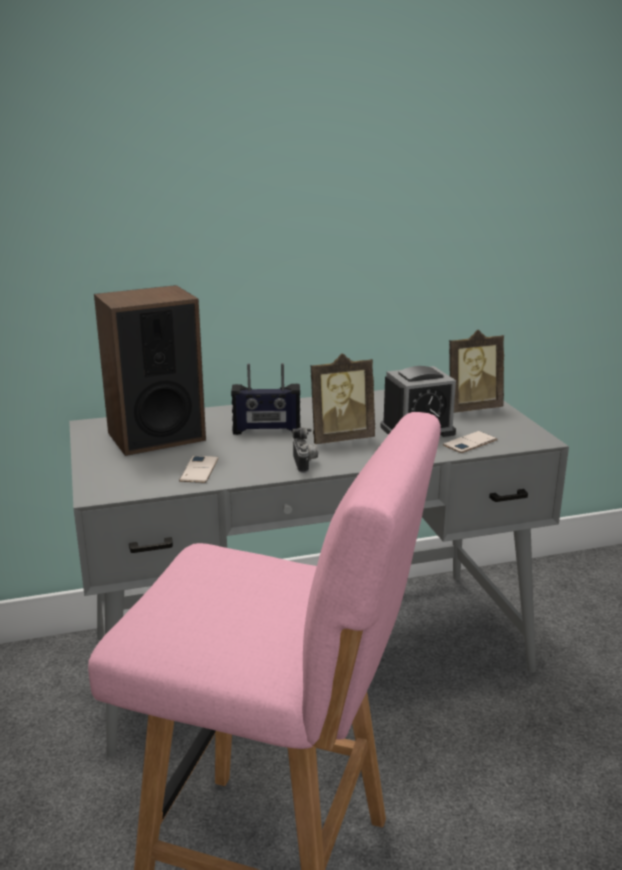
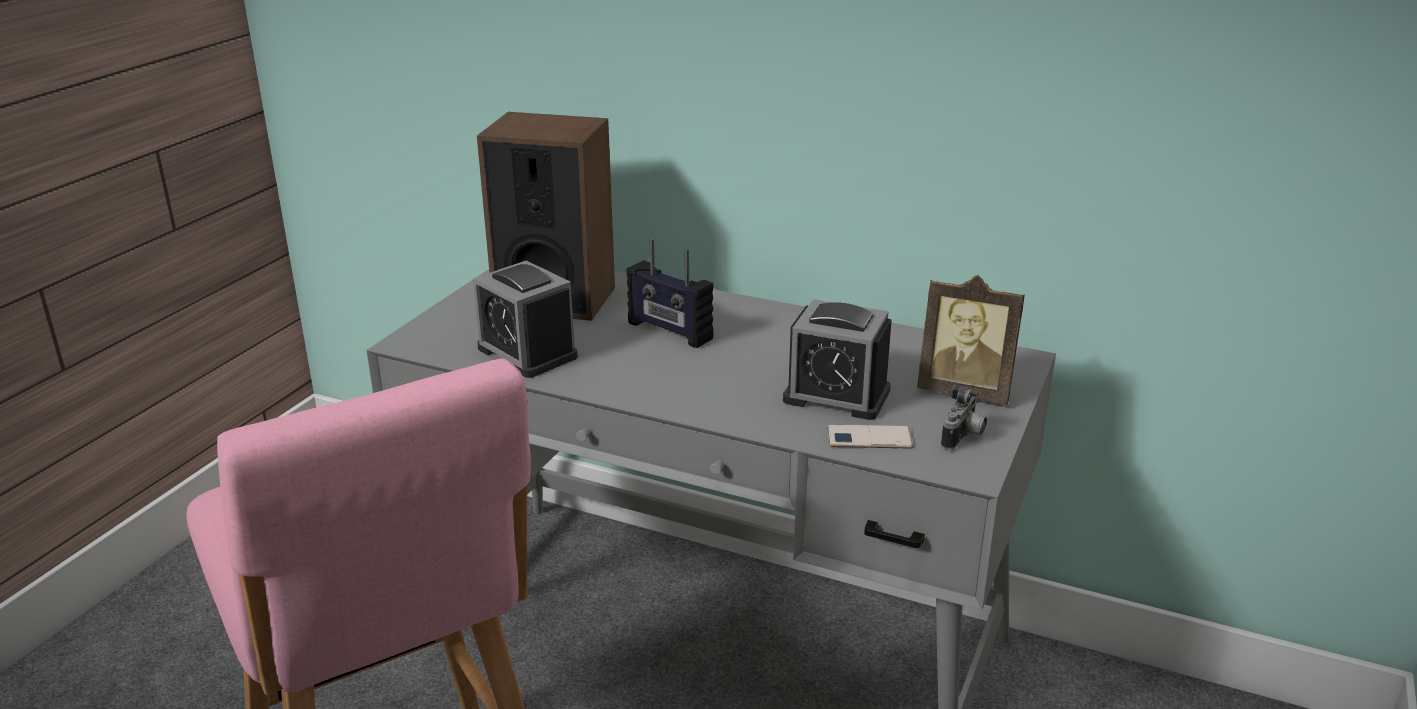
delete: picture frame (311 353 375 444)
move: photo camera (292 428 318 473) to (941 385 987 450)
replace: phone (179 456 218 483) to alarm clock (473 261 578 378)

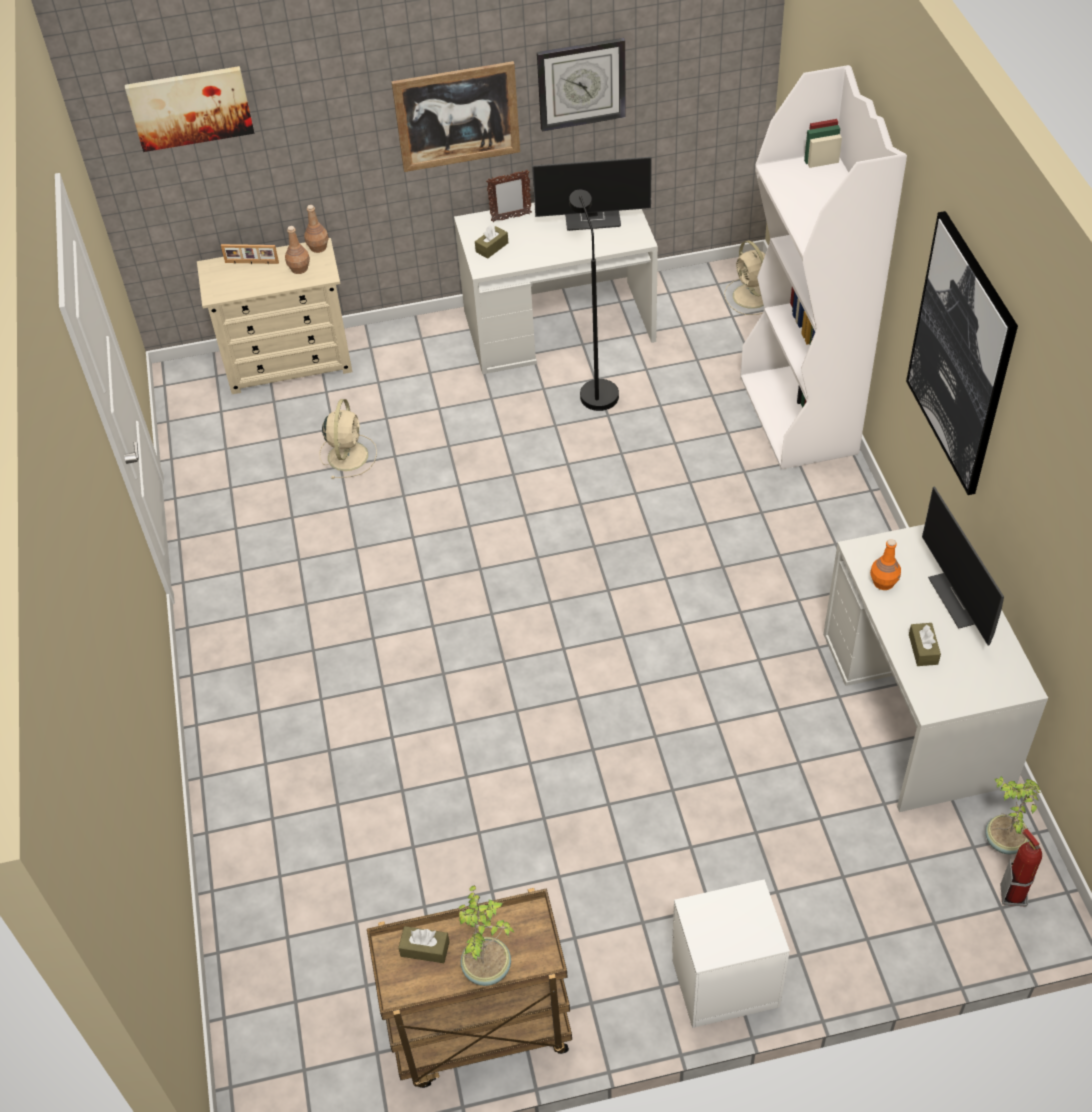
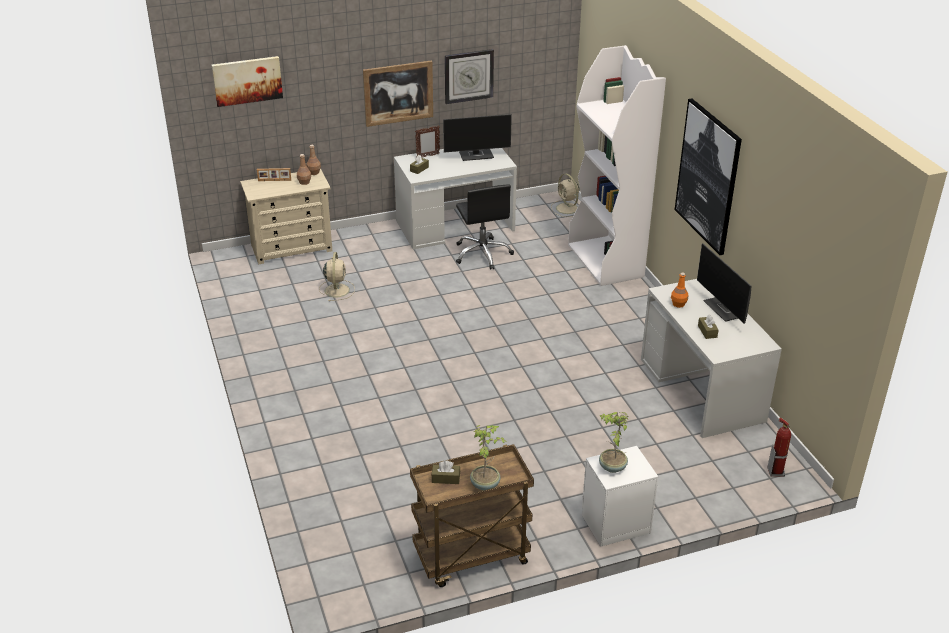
move: potted plant (985 776 1041 855) to (599 412 628 473)
replace: floor lamp (black) (569 190 619 411) to office chair (black) (456 184 514 270)

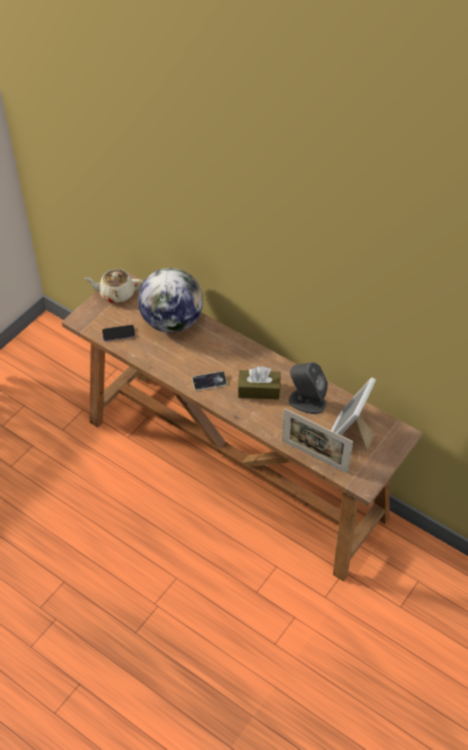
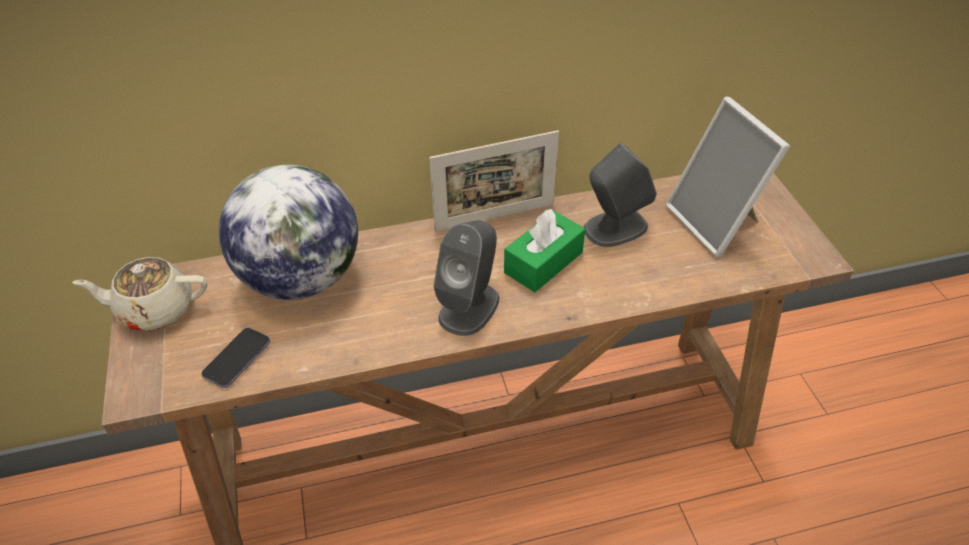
move: picture frame (282 408 353 474) to (429 130 559 231)
replace: phone (192 371 227 391) to speaker (grey) (434 220 499 336)
recolor: tissue box (brown) (238 366 281 400) to tissue box (green) (504 209 585 292)
rotate: teapot (beige) (84 269 143 303) = (72 257 207 331) 45 degrees clockwise

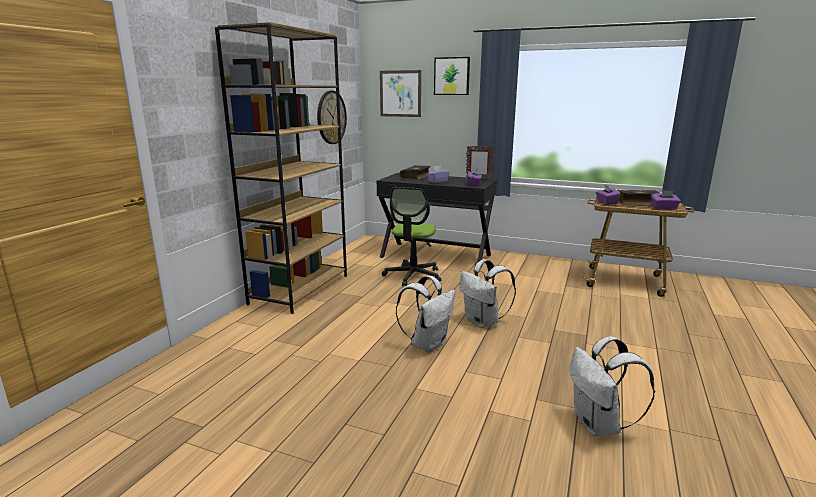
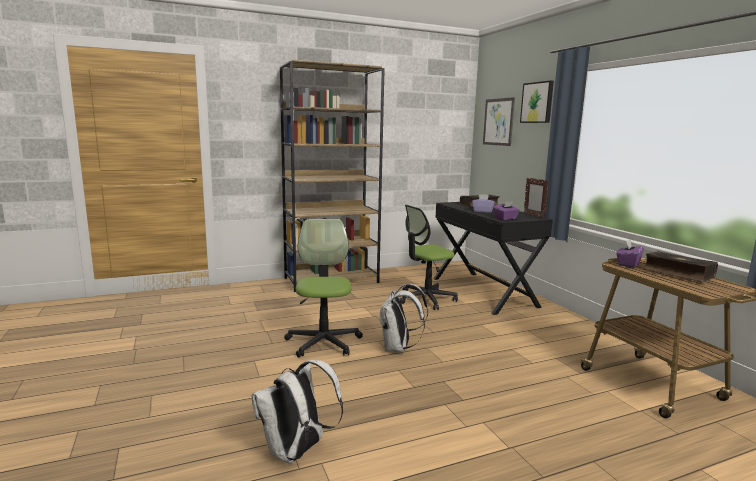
delete: wall clock (317 91 347 144); tissue box (purple) (651 191 681 210)
replace: backpack (white) (396 276 455 352) to office chair (284 219 363 358)

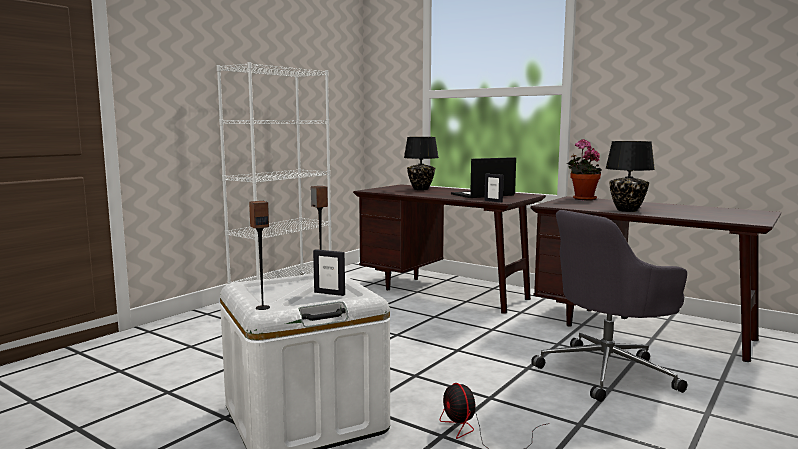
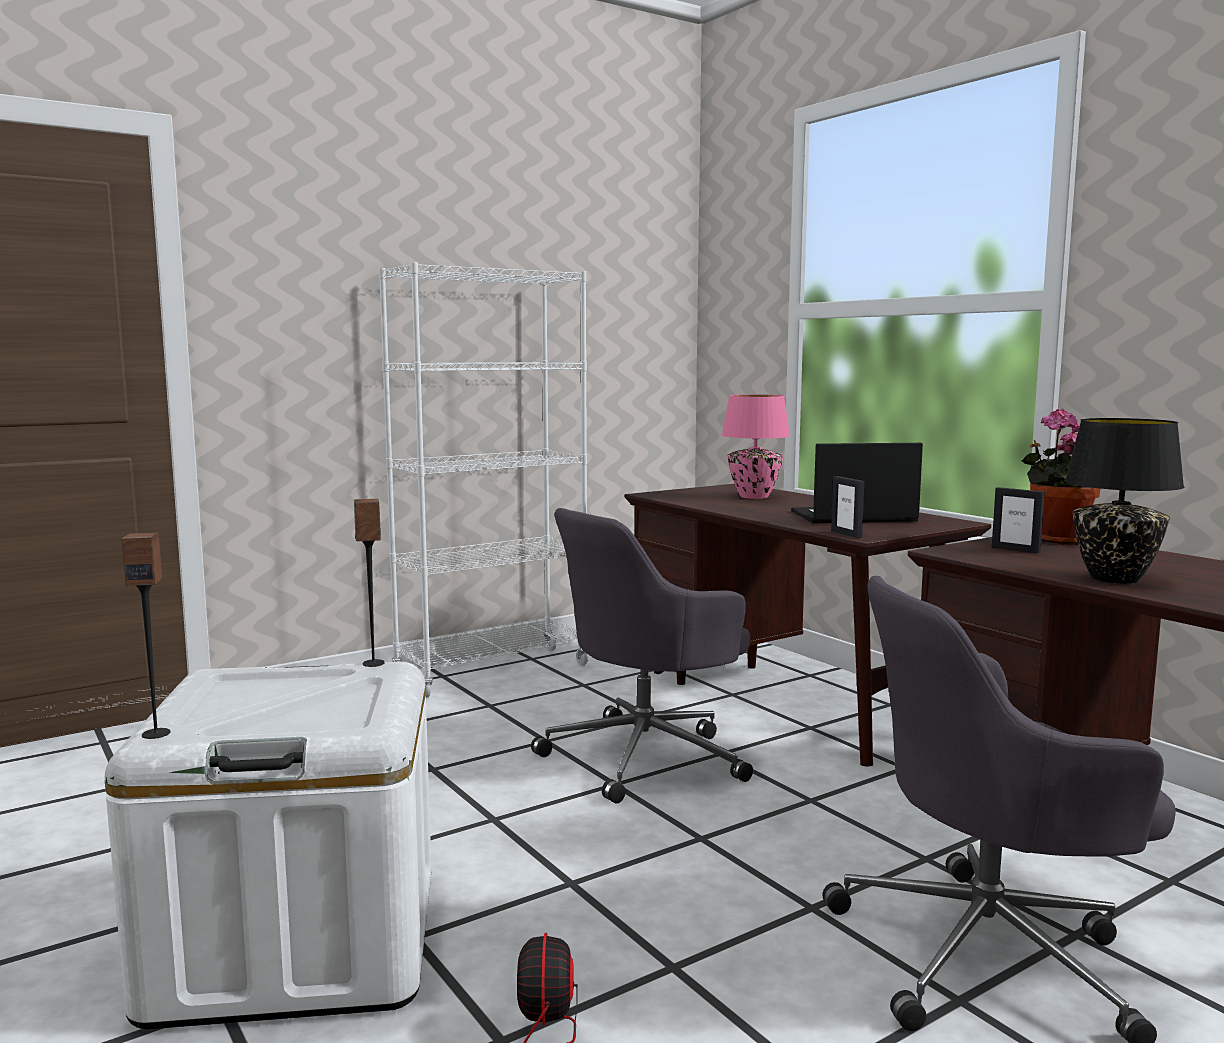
insert: office chair (grey) (531 508 753 803)
move: picture frame (313 249 345 296) to (992 487 1045 554)
recolor: table lamp (black) (404 137 439 190) to table lamp (pink) (722 394 790 499)

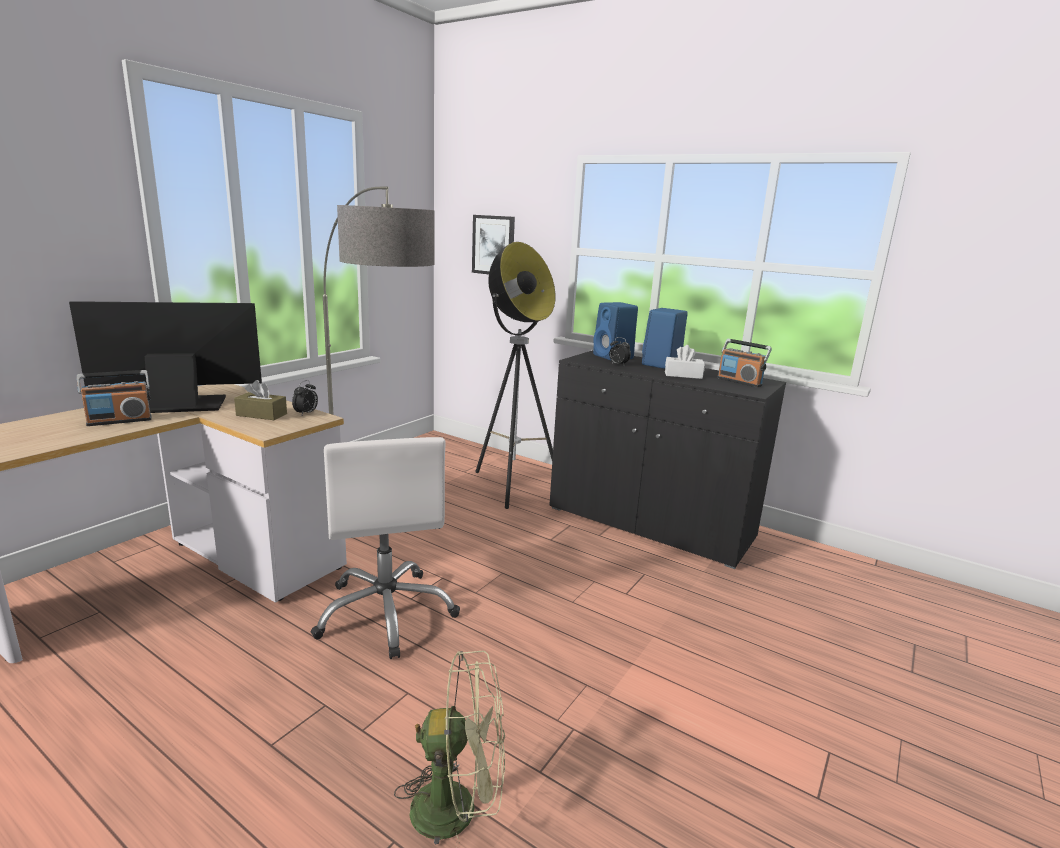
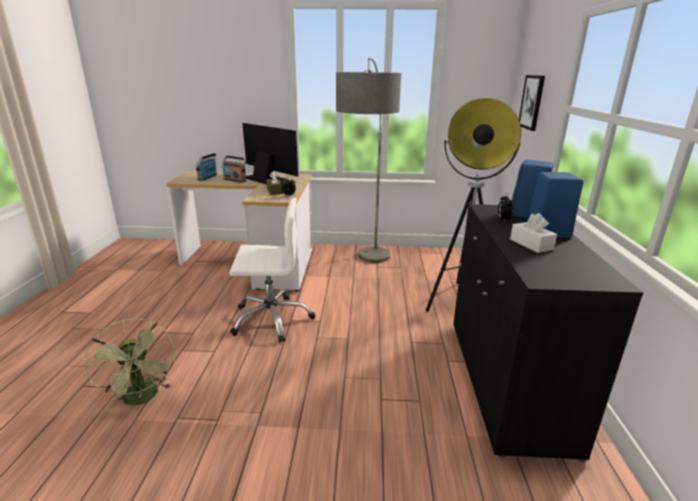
move: radio (717 339 772 387) to (196 153 217 181)
rotate: office chair (white) (311 437 460 659) = (230 198 315 343) 135 degrees counterclockwise

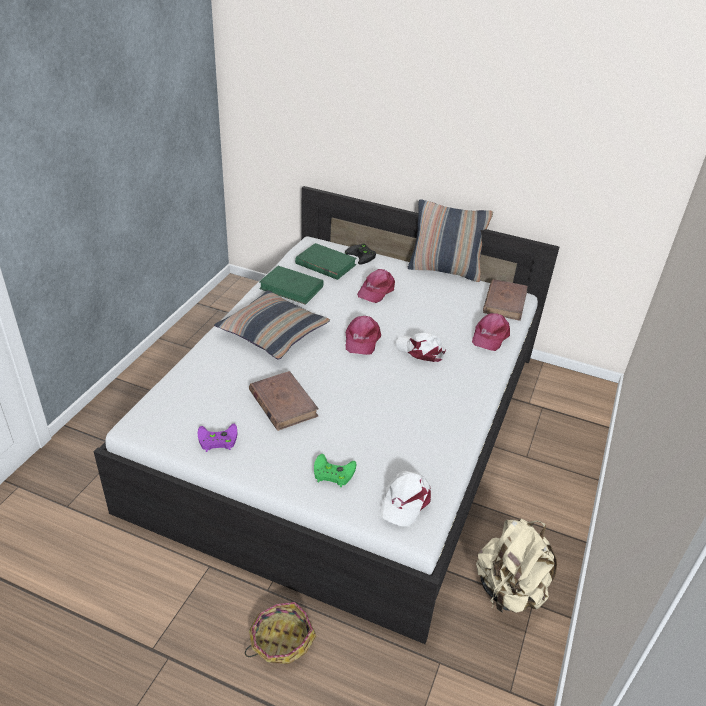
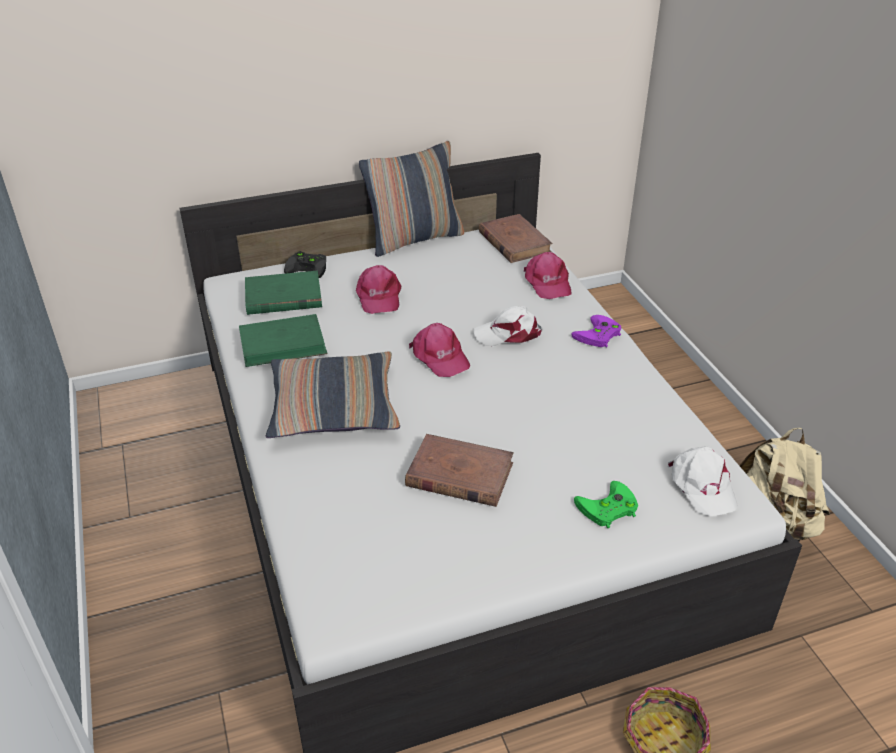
move: game controller (purple) (198 424 237 452) to (571 315 621 348)

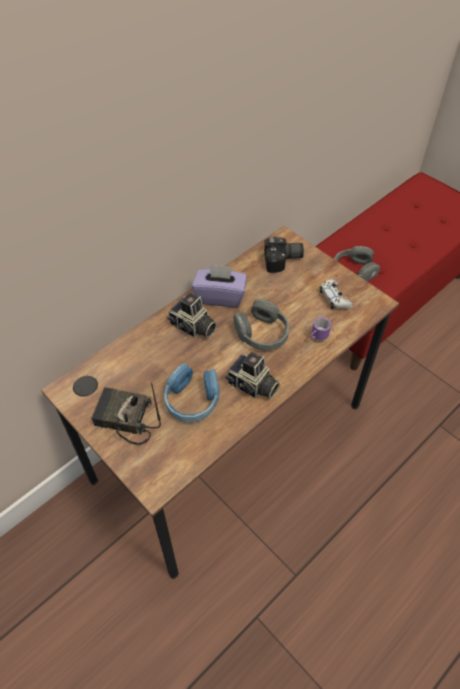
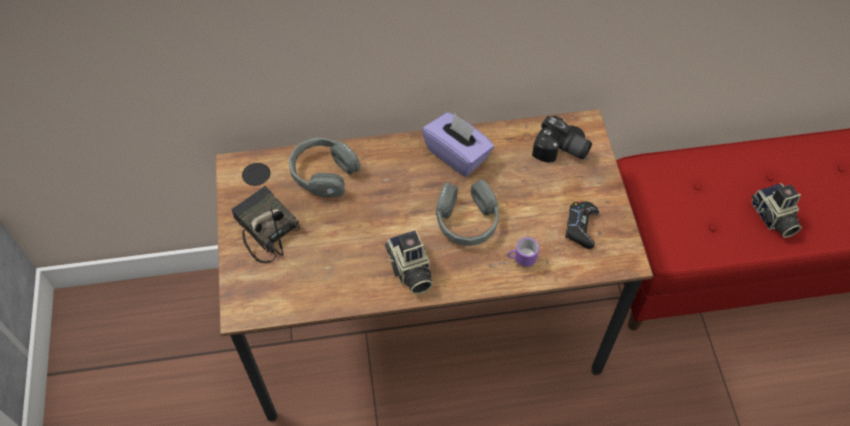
delete: headphones (blue) (164 363 220 422)
move: headphones (grey) (334 246 380 281) to (289 138 360 197); photo camera (167 293 217 338) to (751 183 802 238)
recolor: game controller (white) (320 279 353 309) to game controller (black) (565 201 599 249)

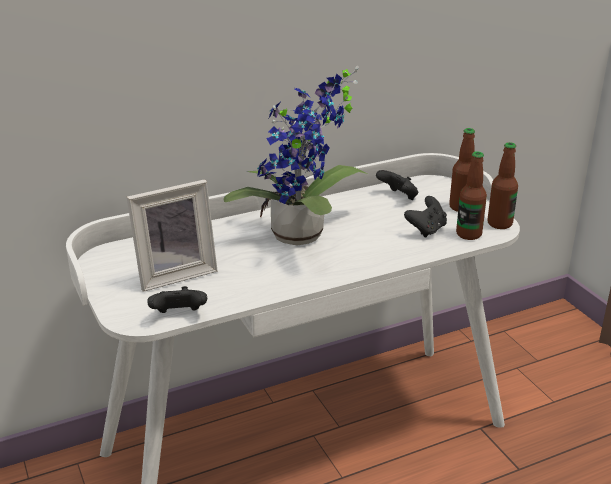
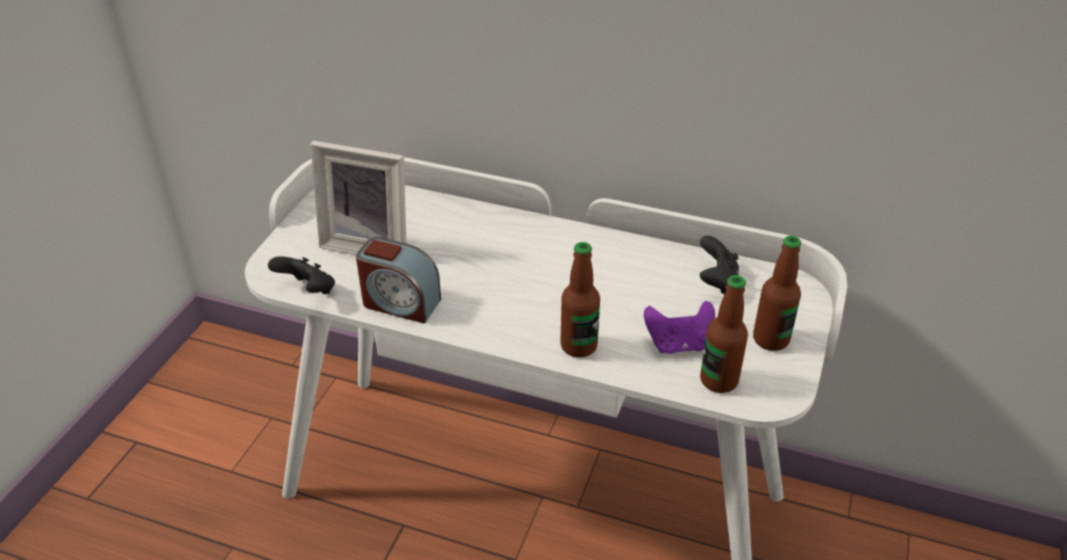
delete: potted plant (223 66 368 245)
insert: alarm clock (356 237 441 324)
move: bottle (487 142 518 229) to (560 242 600 358)
recolor: game controller (black) (404 196 447 238) to game controller (purple) (644 301 715 354)

